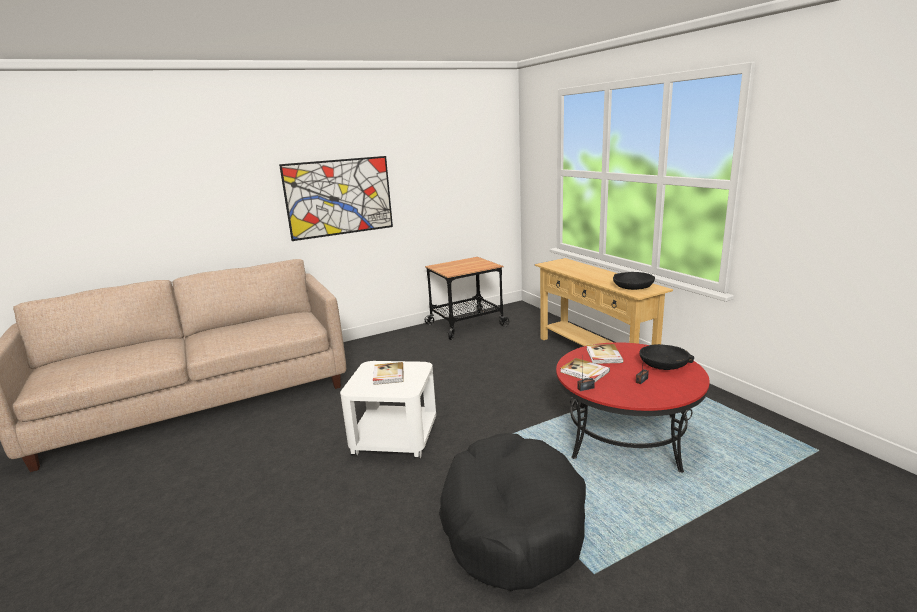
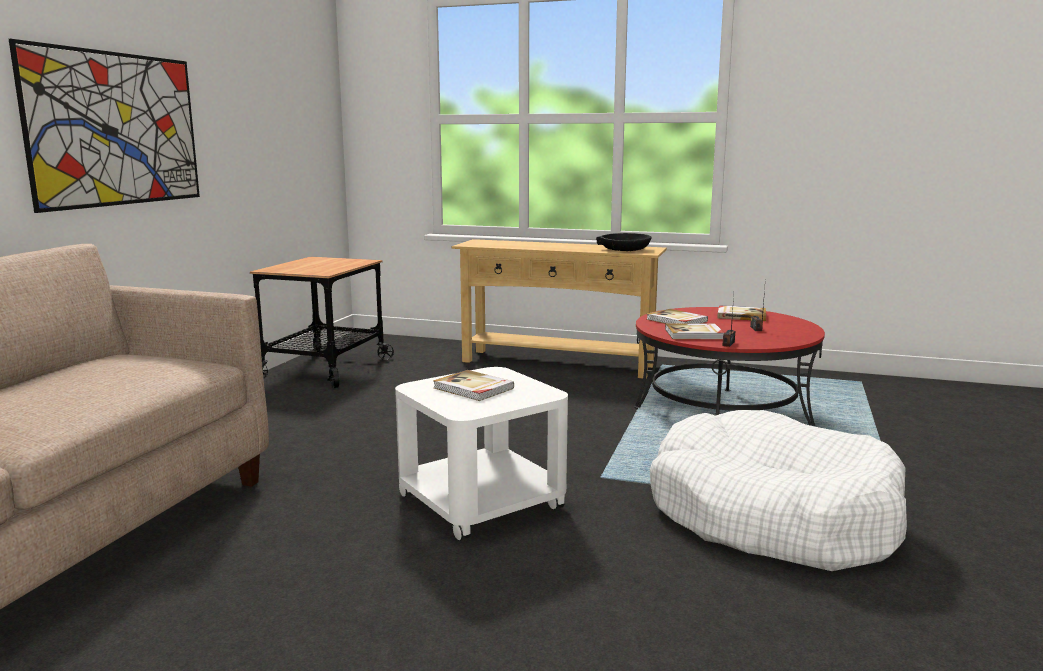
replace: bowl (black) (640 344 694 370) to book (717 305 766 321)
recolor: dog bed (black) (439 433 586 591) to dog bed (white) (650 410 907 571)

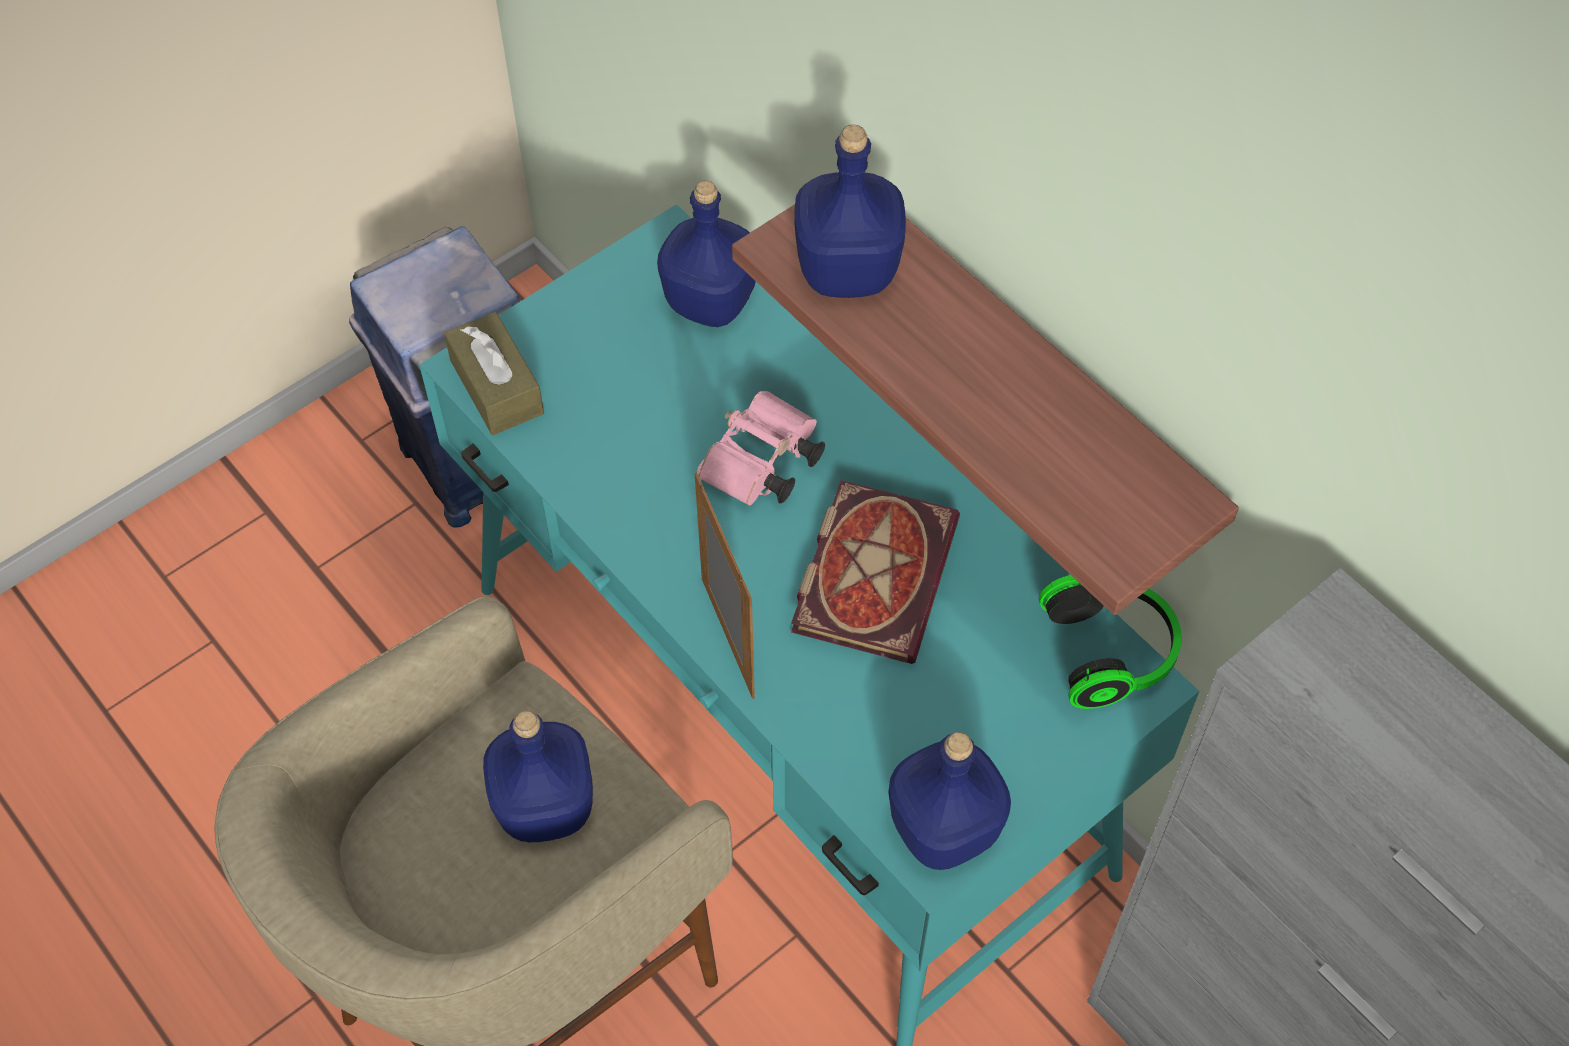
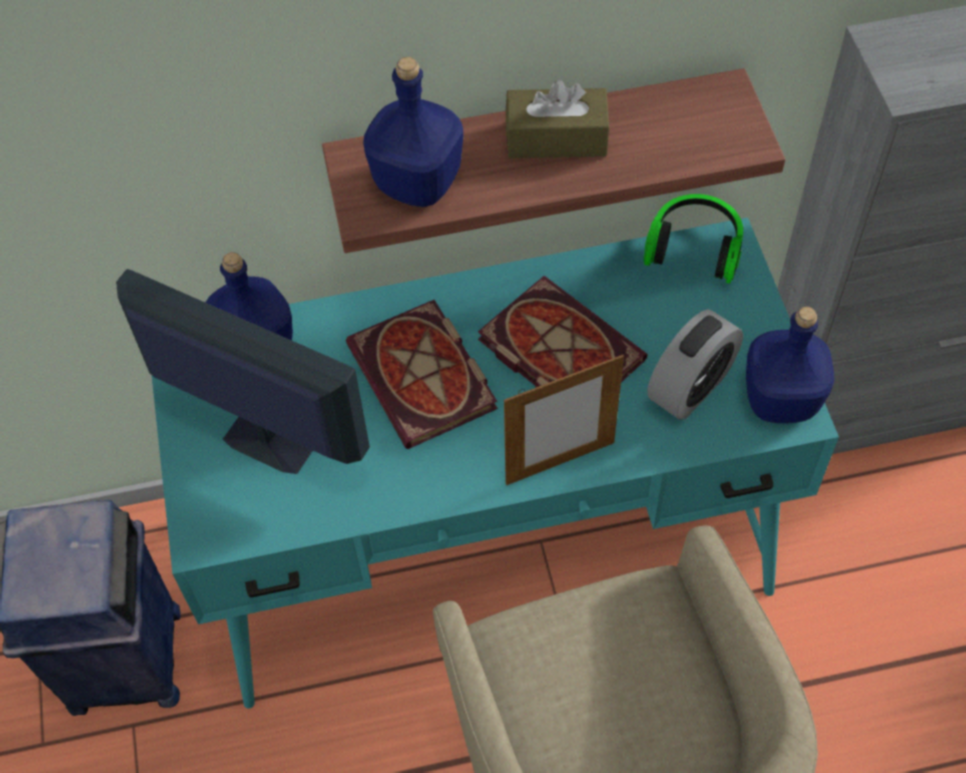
delete: bottle (blue) (483 711 593 842)
insert: monitor (116 269 370 474); alarm clock (647 309 743 420)
move: tissue box (brown) (444 312 544 435) to (506 80 609 158)
replace: binoculars (pink) (697 391 825 506) to book (346 300 497 449)
rotate: picture frame (694 472 755 699) = (504 355 624 485) 150 degrees clockwise

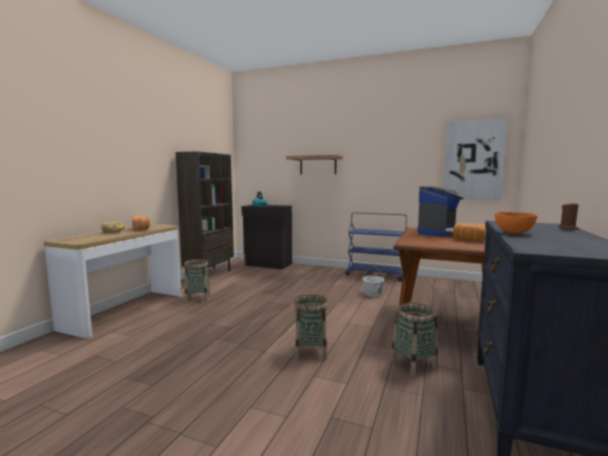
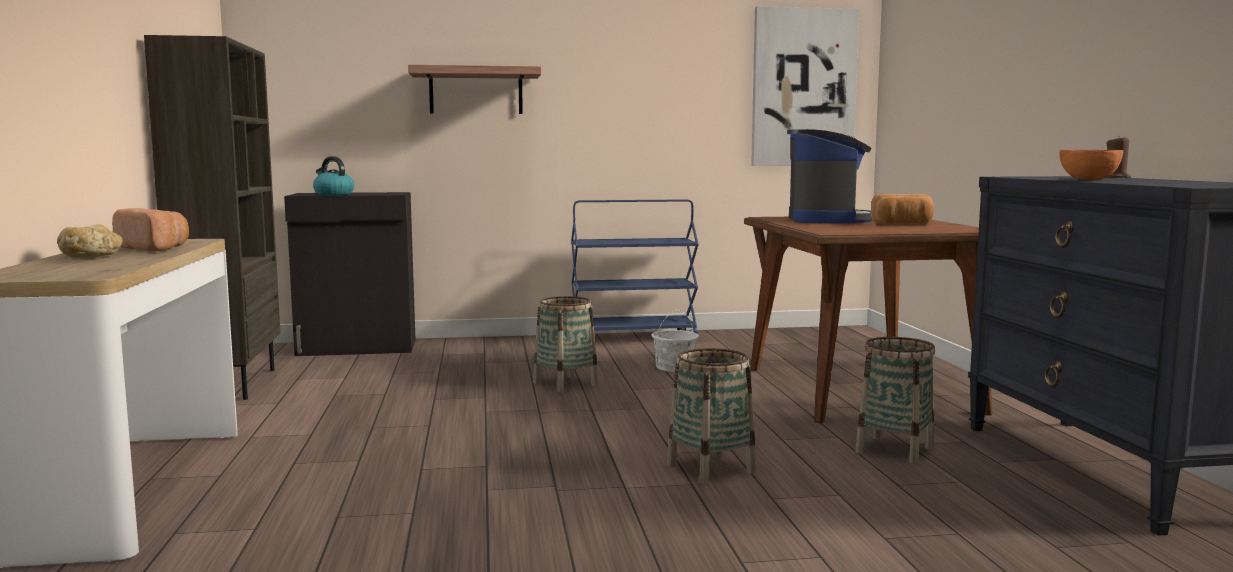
move: basket (184 259 210 303) to (533 296 598 393)

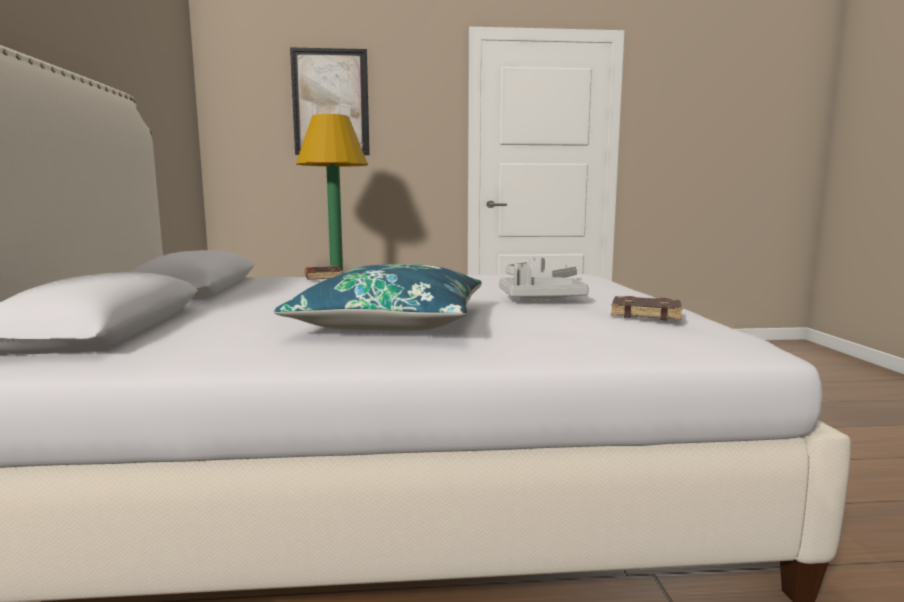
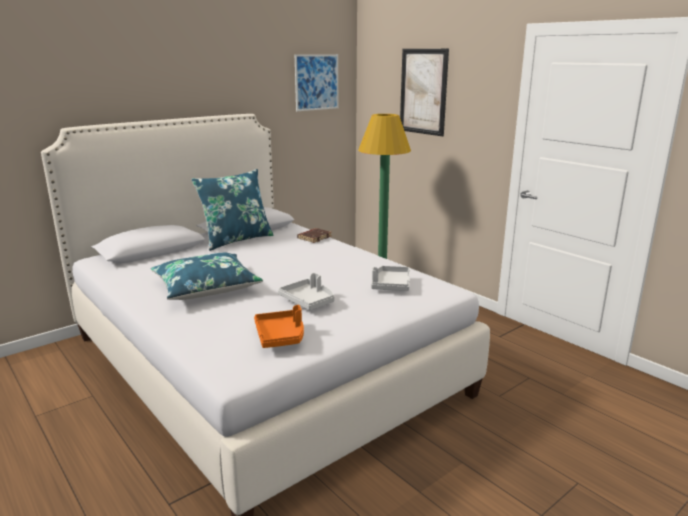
insert: pillow (blue) (191 169 274 251); picture (295 54 338 111)
replace: book (brown) (611 296 682 320) to tray (orange) (254 305 304 348)

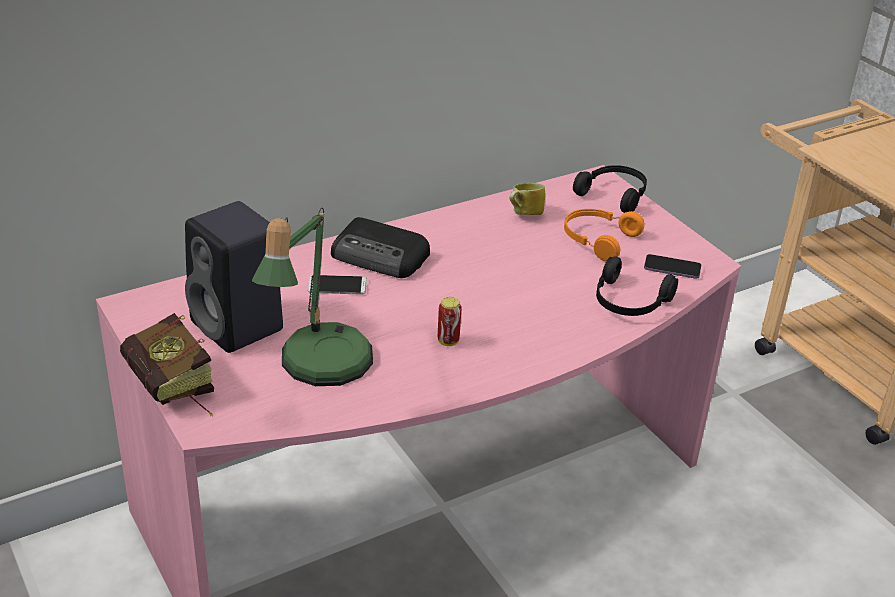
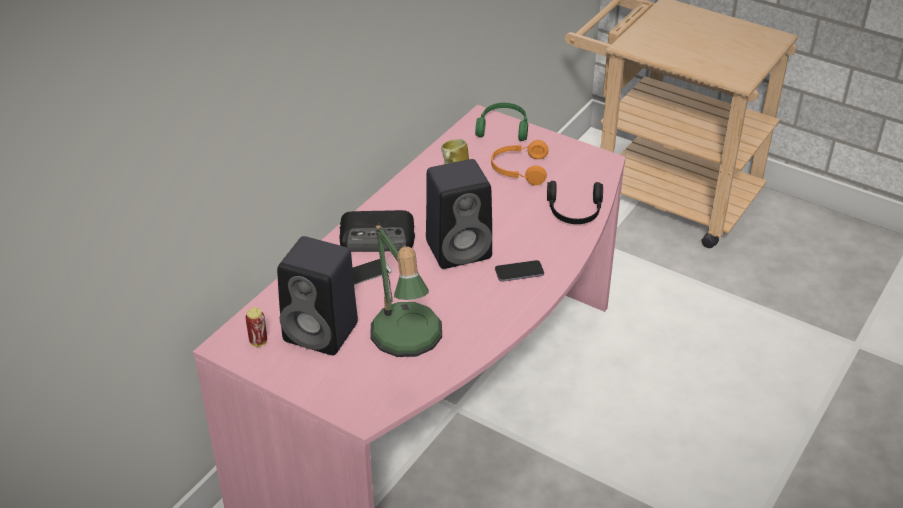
delete: book (120 313 214 416)
insert: speaker (black) (426 159 492 269)
move: can (438 297 462 346) to (246 308 267 346); phone (644 254 701 279) to (495 260 544 282)
recolor: headphones (black) (573 165 647 213) to headphones (green) (475 103 528 141)

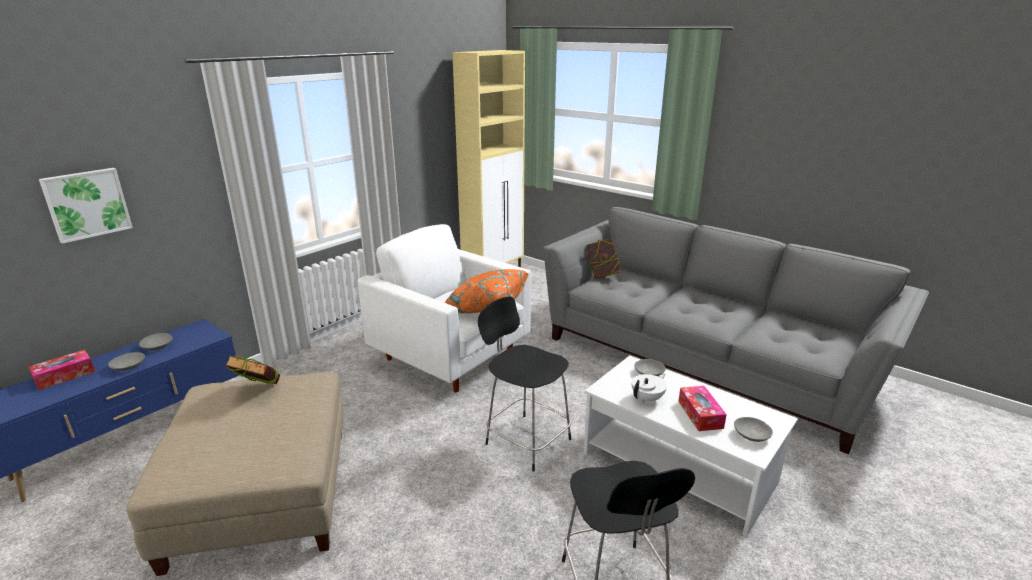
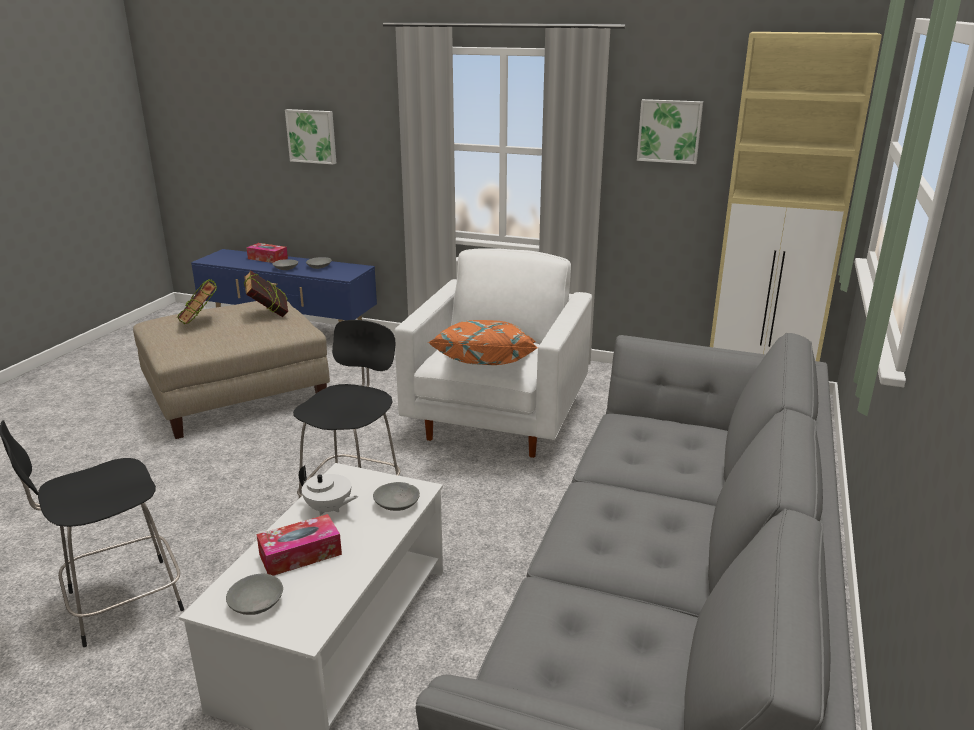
insert: picture (637 99 703 164)
move: book (587 238 620 278) to (177 279 217 324)

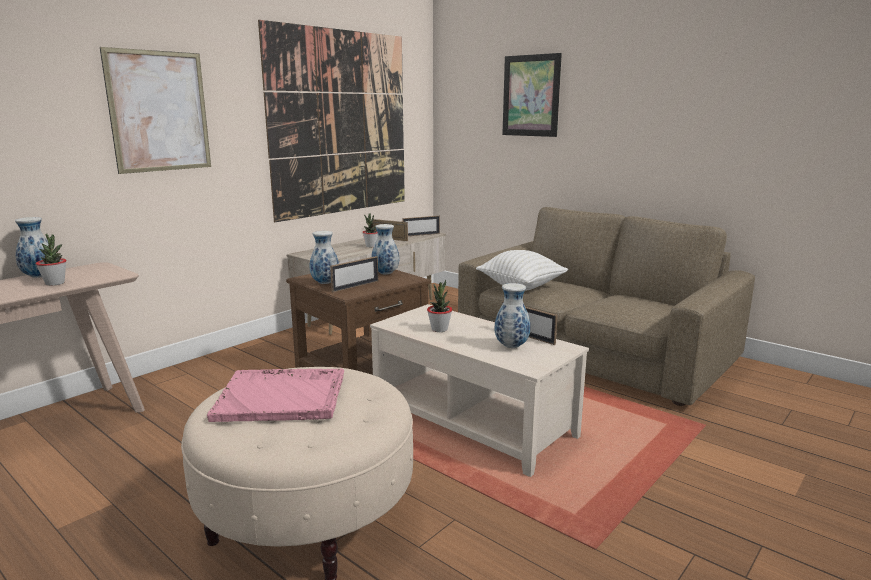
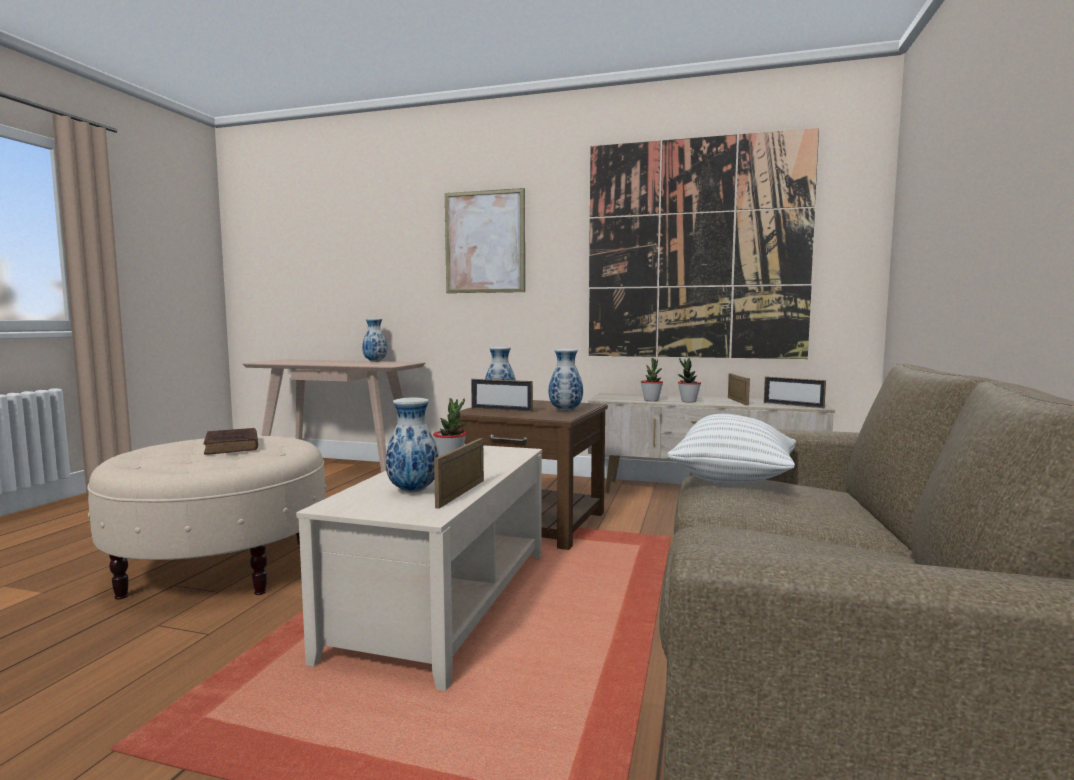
delete: picture (502 53 562 137)
move: potted plant (36 234 66 286) to (641 358 663 401)
replace: tray (pink) (207 368 344 422) to book (brown) (203 428 258 455)

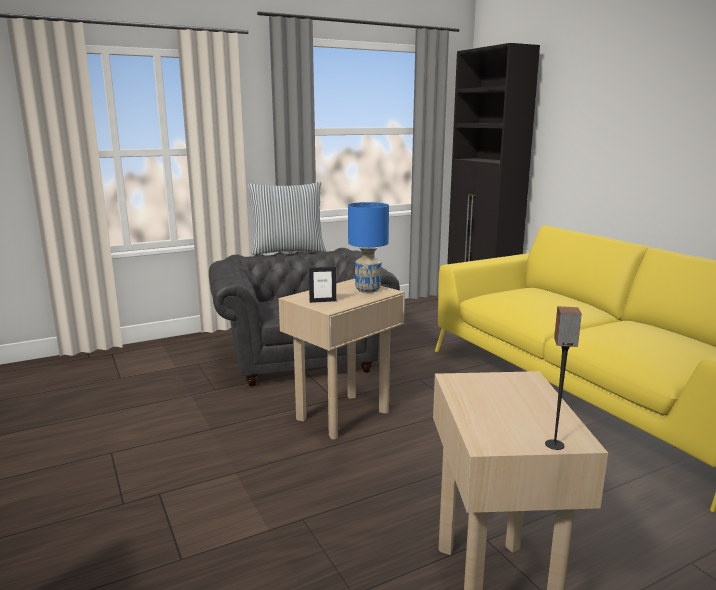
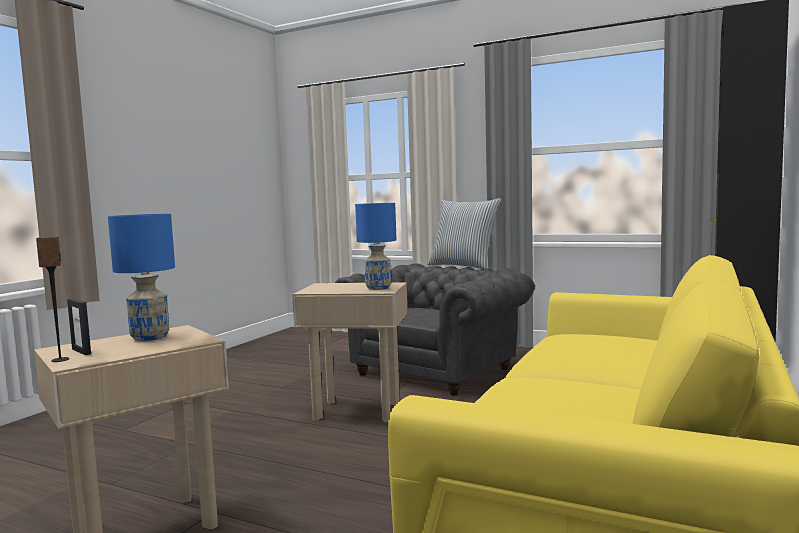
insert: table lamp (blue) (108 214 175 341)
move: picture frame (309 266 336 303) to (67 298 91 355)

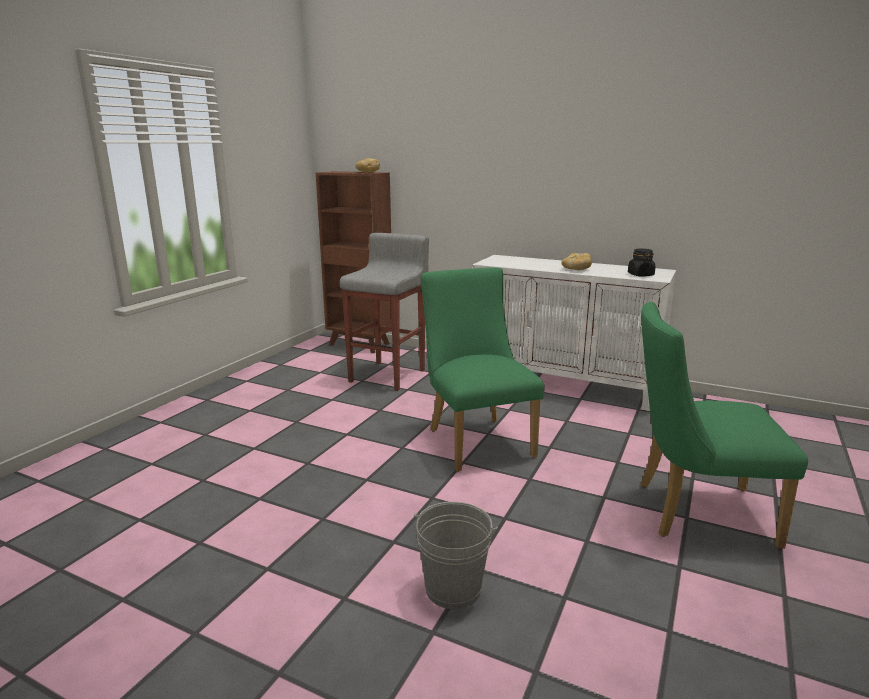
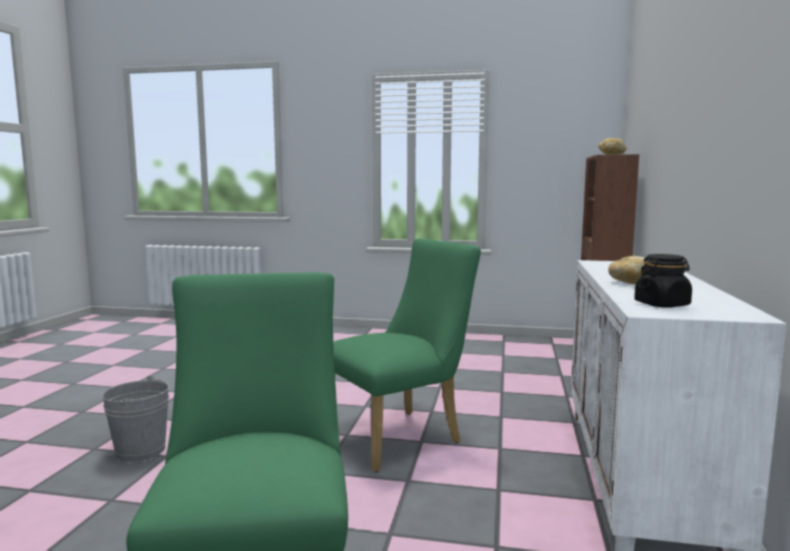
delete: stool (grey) (340 233 429 391)

